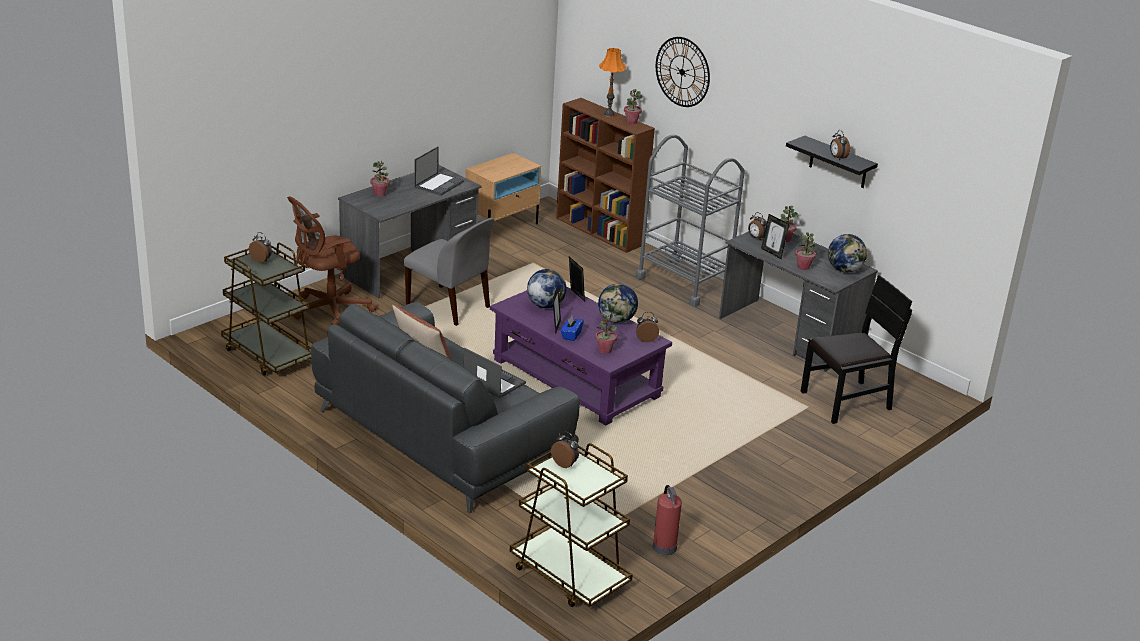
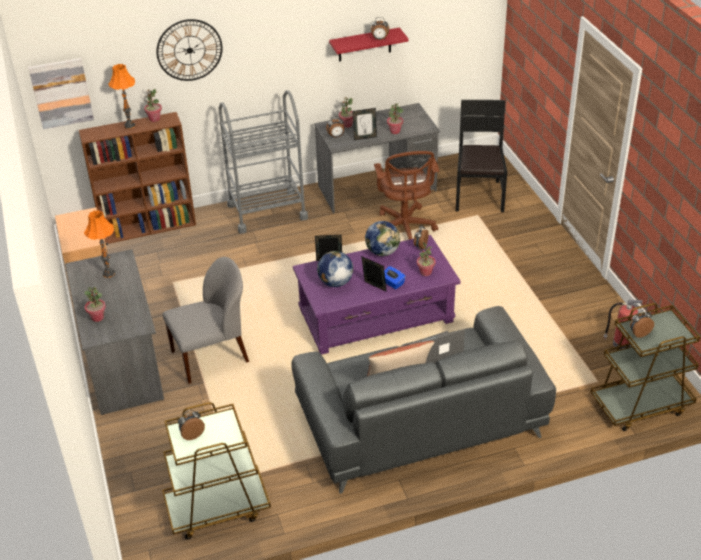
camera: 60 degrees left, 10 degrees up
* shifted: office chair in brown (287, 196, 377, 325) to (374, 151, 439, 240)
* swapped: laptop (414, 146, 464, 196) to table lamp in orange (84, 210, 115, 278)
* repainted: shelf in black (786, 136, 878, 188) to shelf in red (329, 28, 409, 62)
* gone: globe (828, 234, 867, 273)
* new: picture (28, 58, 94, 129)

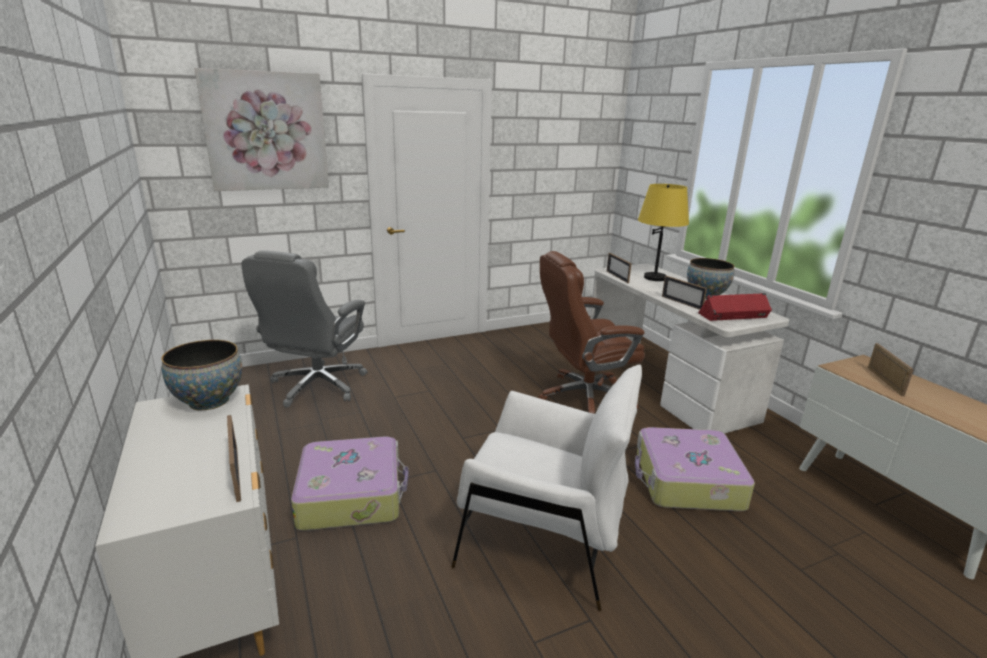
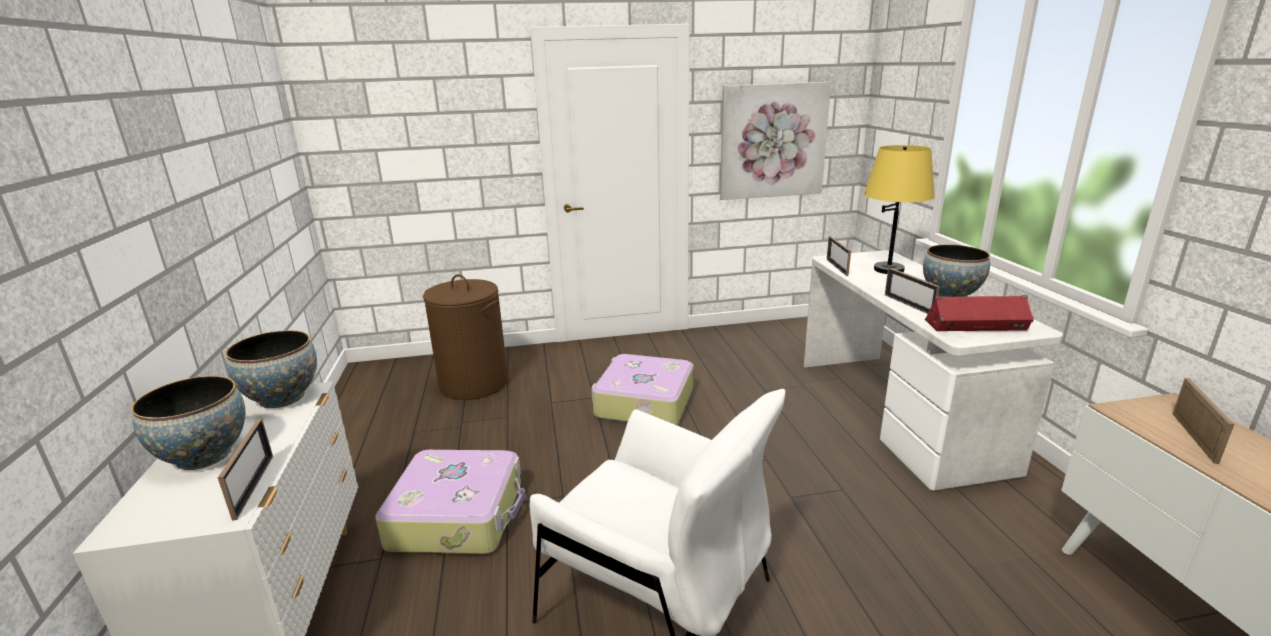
camera: 15 degrees right, 0 degrees up
* shifted: picture (194, 68, 329, 191) to (720, 82, 831, 200)
* swapped: office chair in grey (241, 250, 368, 408) to laundry basket in brown (423, 274, 508, 400)
* gone: office chair in brown (538, 251, 645, 414)
* shifted: suitcase (635, 427, 755, 511) to (591, 354, 693, 425)
* new: bowl (131, 376, 245, 470)

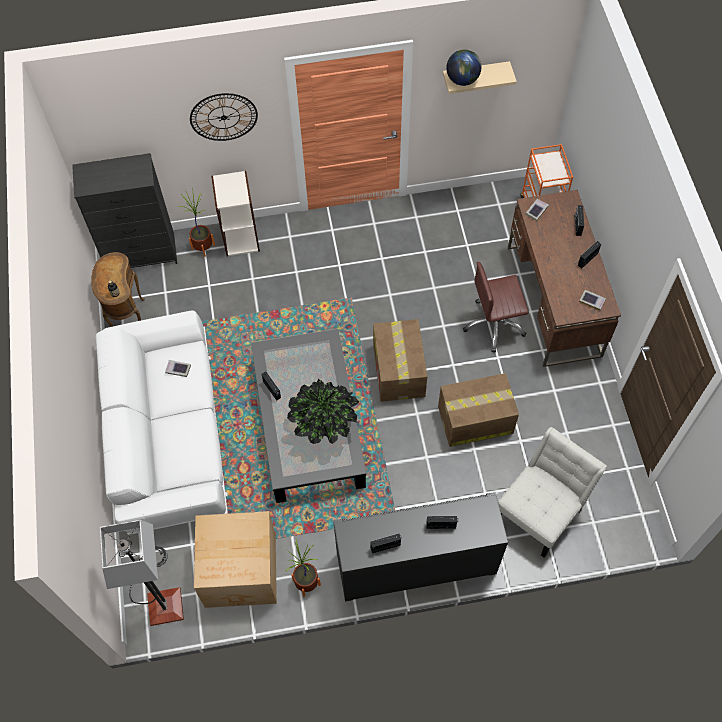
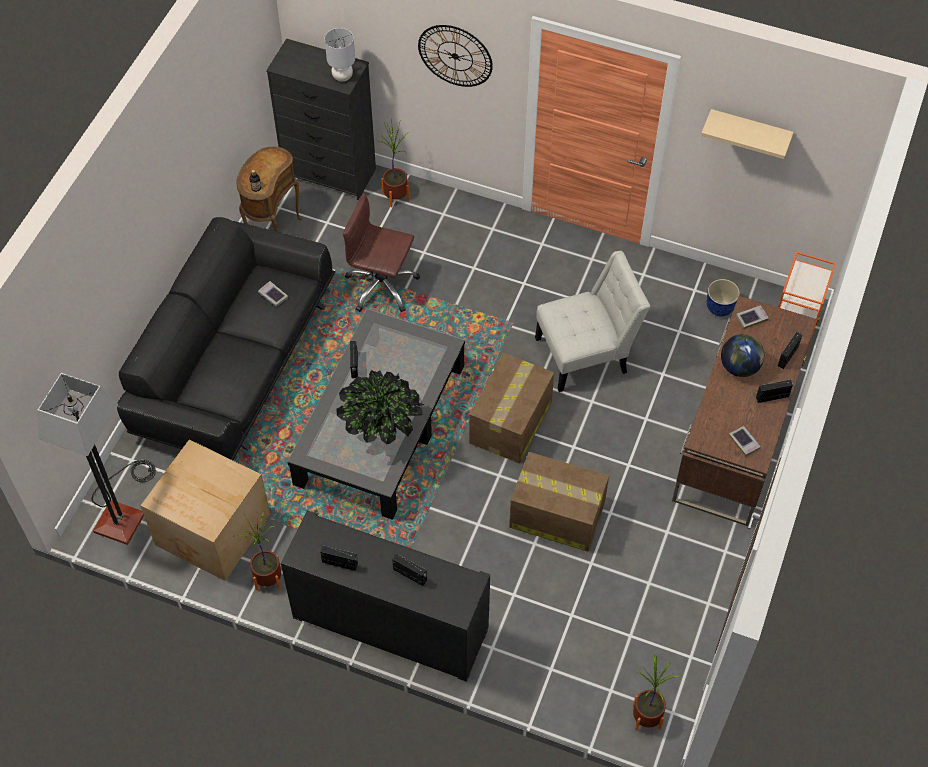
camera: 30 degrees right, 5 degrees down
* repainted: sofa in white (96, 310, 228, 535) to sofa in black (117, 217, 335, 460)
* gone: bookcase (211, 171, 260, 257)
* shifted: globe (446, 49, 481, 86) to (721, 334, 764, 377)
* shifted: office chair in brown (463, 262, 529, 353) to (343, 193, 420, 312)
* shifted: chair in white (498, 427, 607, 558) to (535, 251, 650, 392)
* new: table lamp in grey (325, 28, 355, 81)
* new: potted plant (633, 654, 680, 731)
* new: planter (707, 279, 740, 316)

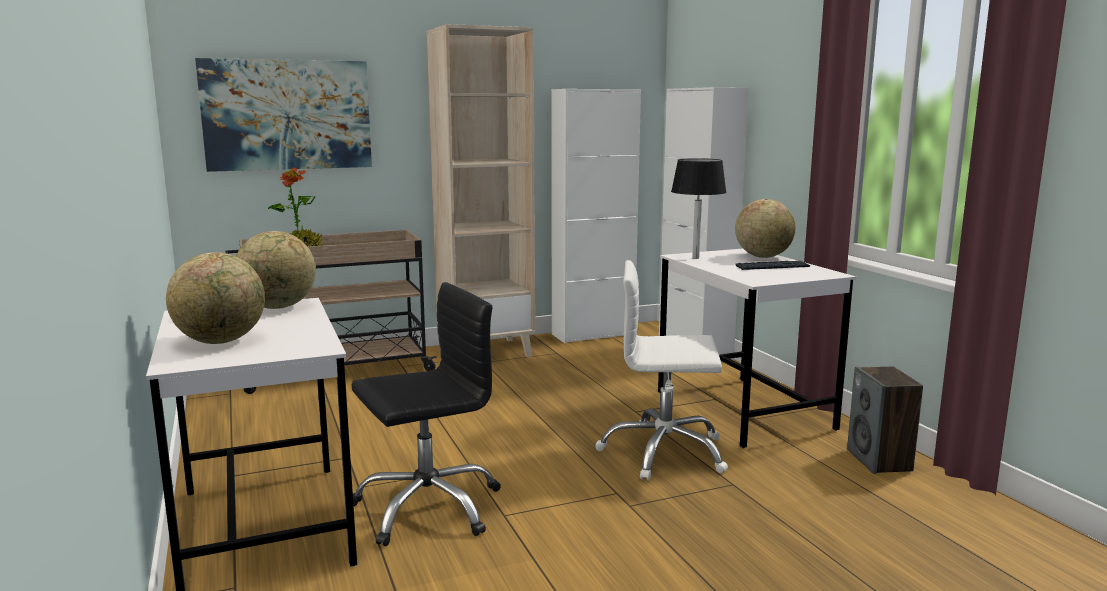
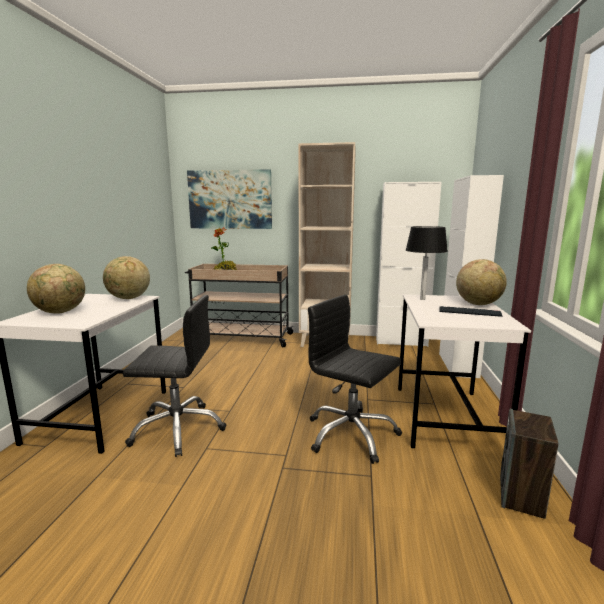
camera: 30 degrees right, 0 degrees up
* repainted: office chair in white (595, 260, 728, 481) to office chair in black (308, 295, 402, 464)

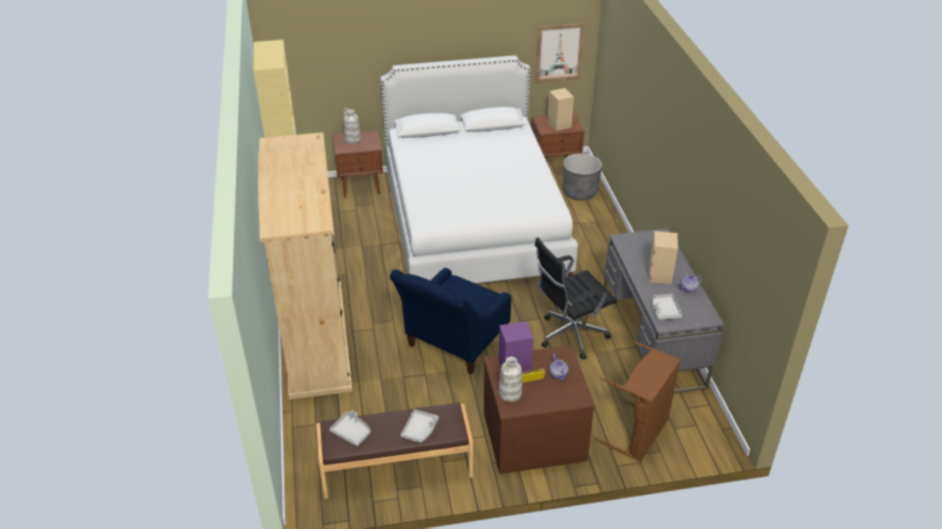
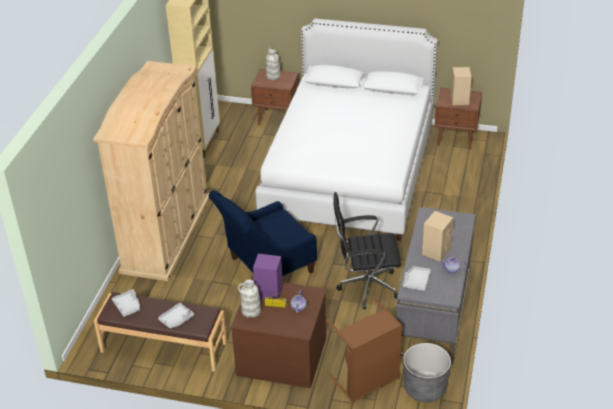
camera: 25 degrees right, 0 degrees up
* gone: picture (535, 23, 585, 83)
* shifted: planter in grey (563, 153, 602, 200) to (403, 343, 451, 402)

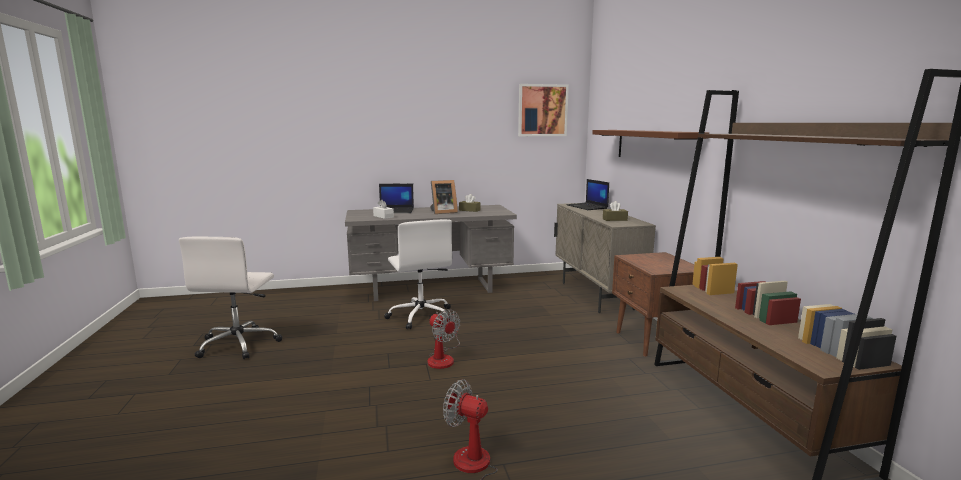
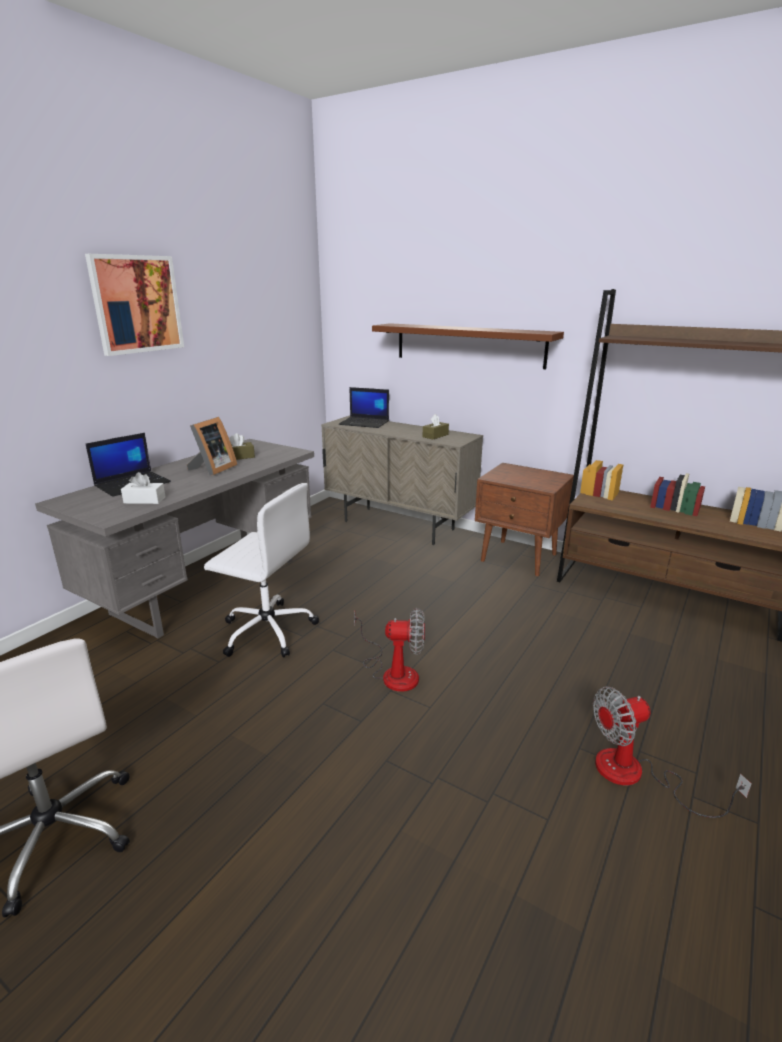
camera: 45 degrees left, 10 degrees up
* shifted: picture (518, 84, 569, 136) to (85, 254, 184, 356)

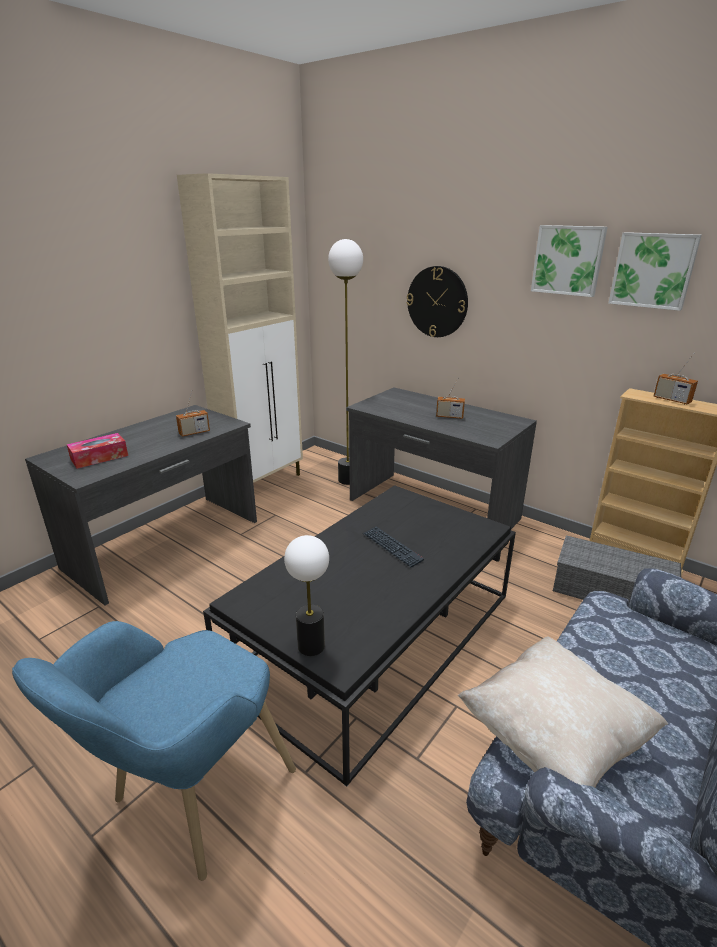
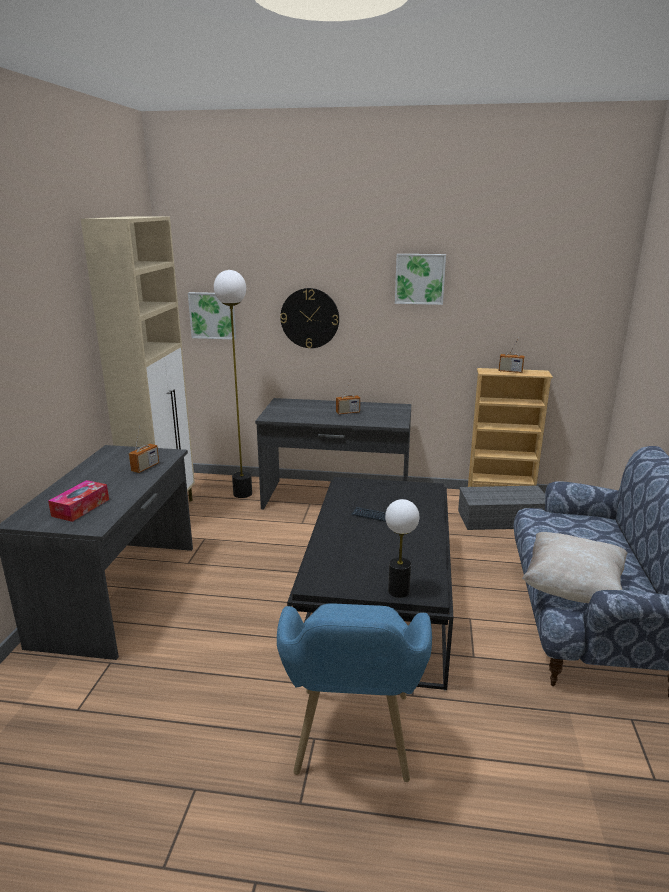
camera: 30 degrees left, 5 degrees down
* shifted: picture (608, 232, 702, 311) to (188, 292, 236, 340)

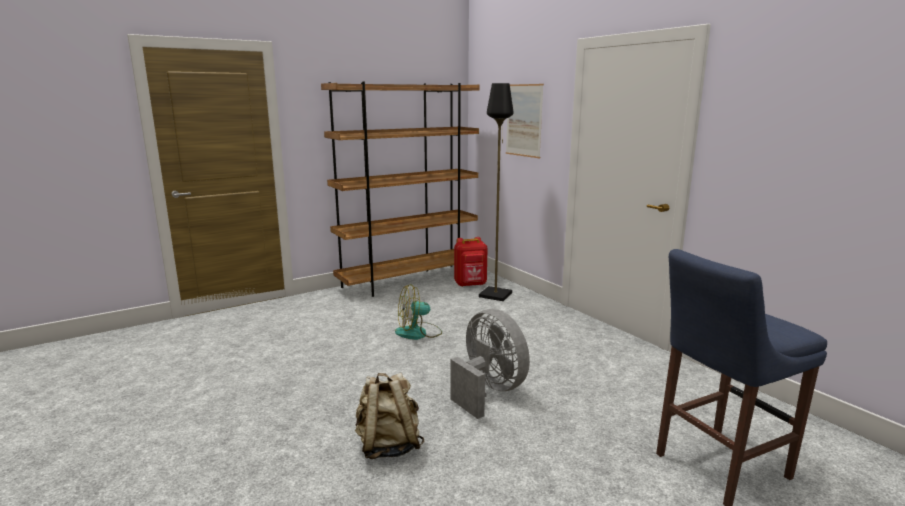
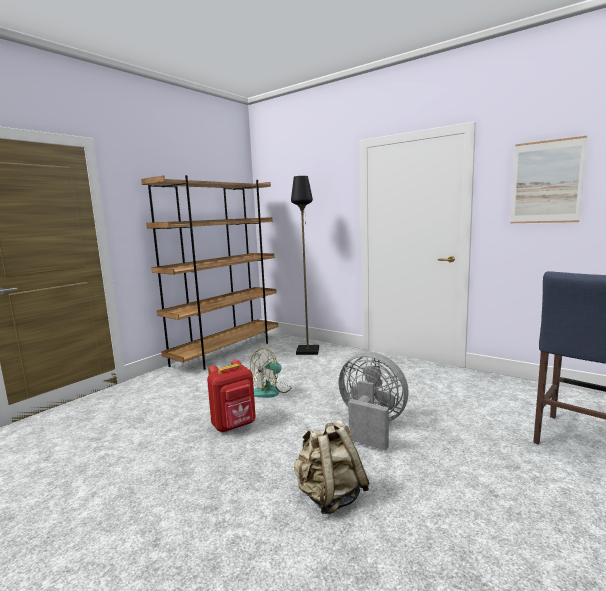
camera: 20 degrees left, 5 degrees down
* shifted: backpack in red (454, 237, 488, 287) to (207, 360, 256, 432)
* shifted: picture (506, 84, 544, 158) to (511, 136, 587, 223)

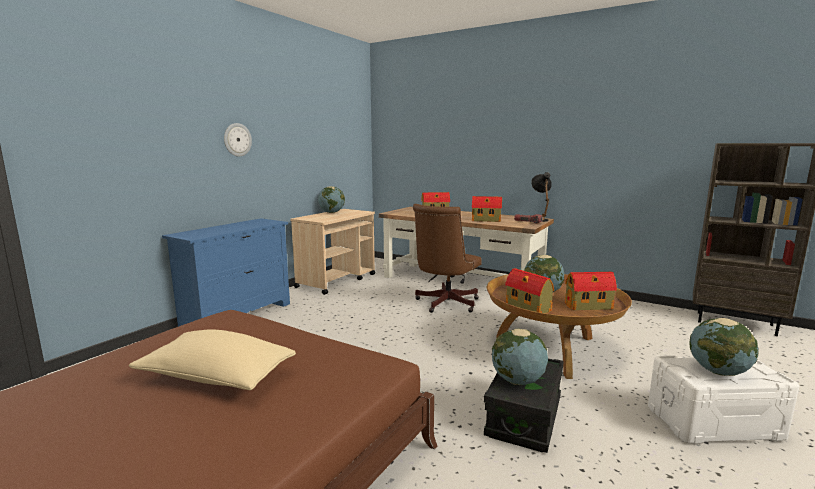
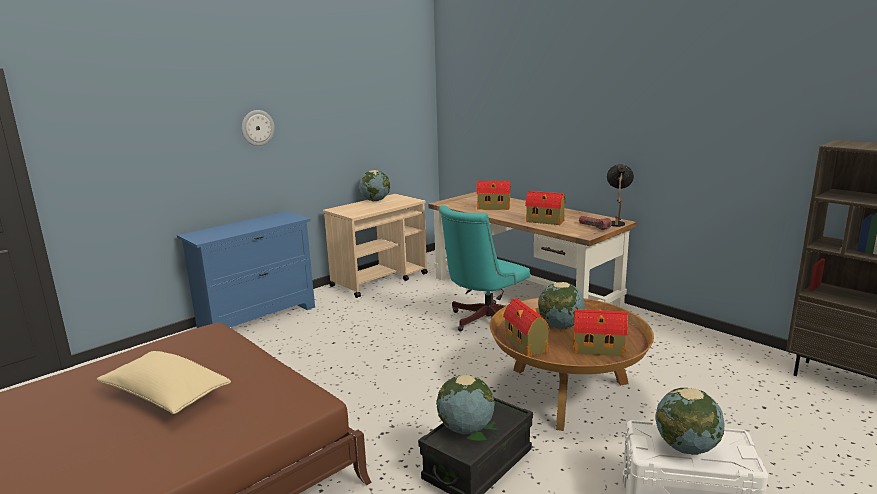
camera: 15 degrees right, 5 degrees up
* repainted: office chair in brown (413, 204, 482, 313) to office chair in turquoise (439, 205, 530, 332)

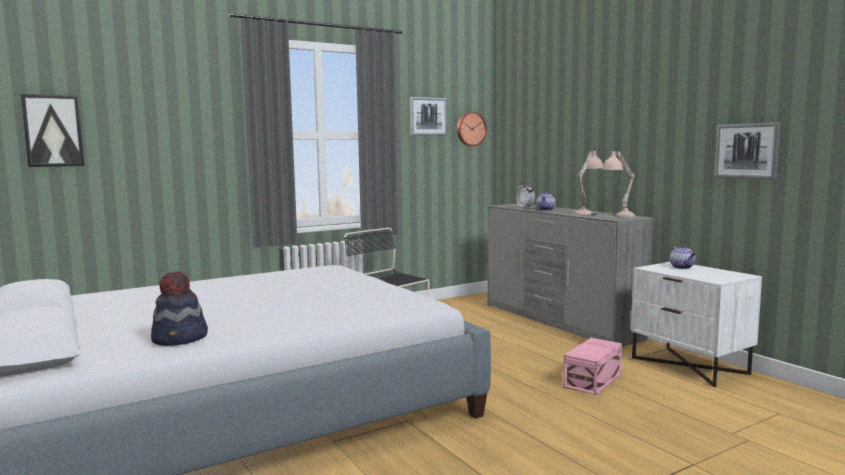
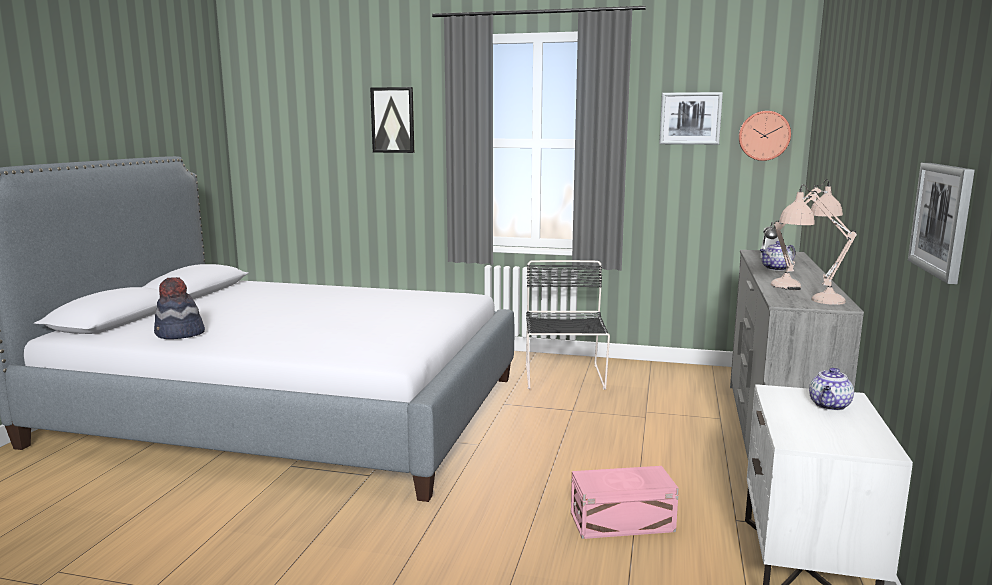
camera: 45 degrees right, 5 degrees up
* shifted: picture (21, 94, 84, 167) to (370, 87, 414, 153)

